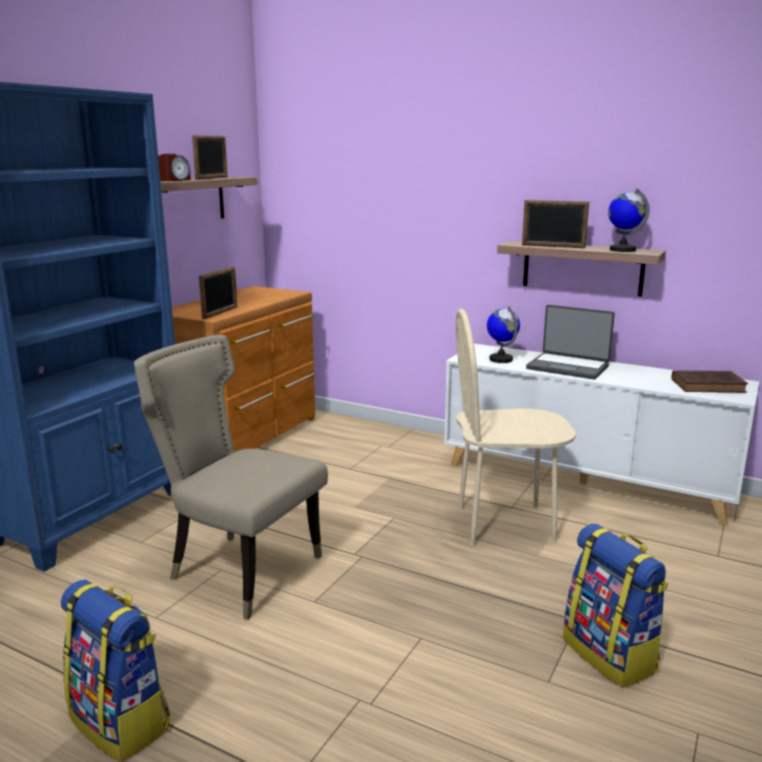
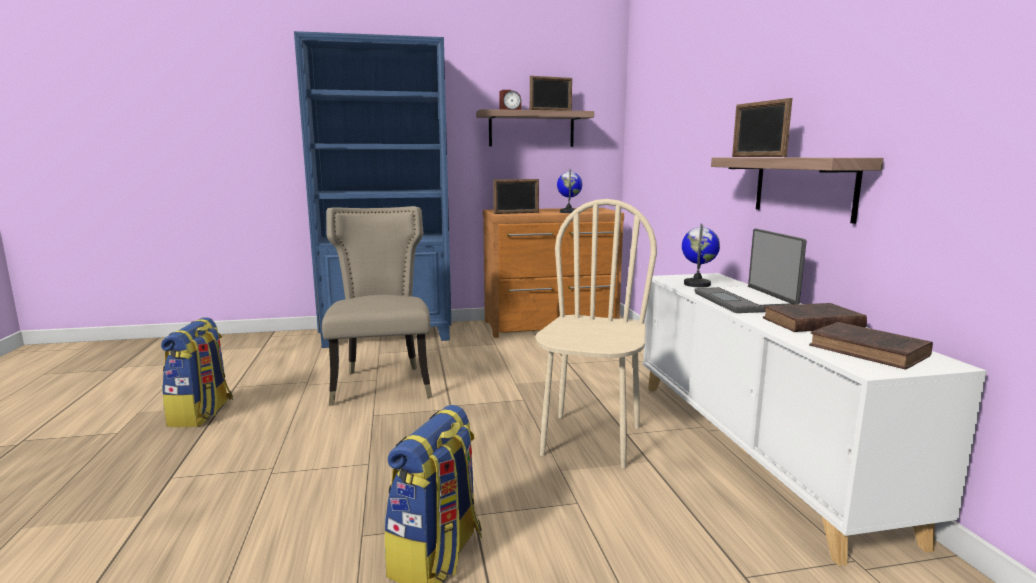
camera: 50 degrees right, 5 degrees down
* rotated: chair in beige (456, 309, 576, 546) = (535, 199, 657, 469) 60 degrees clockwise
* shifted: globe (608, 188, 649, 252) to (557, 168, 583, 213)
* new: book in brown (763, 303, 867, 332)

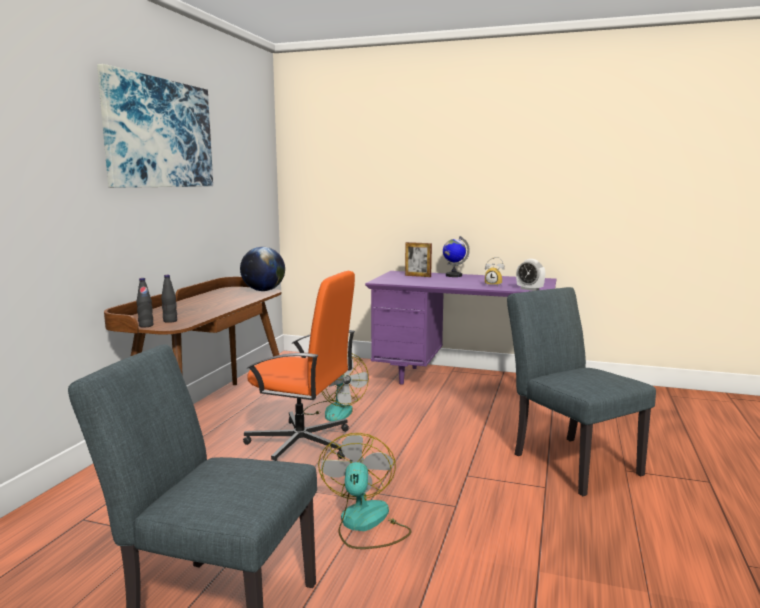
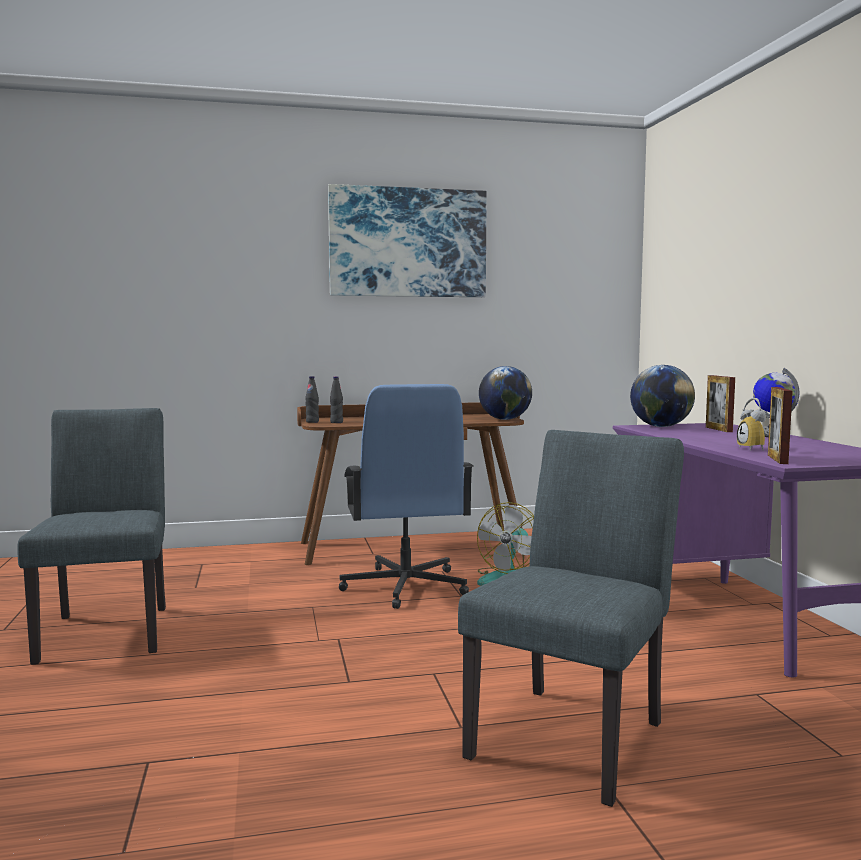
camera: 60 degrees right, 5 degrees down
* repainted: office chair in orange (243, 271, 355, 461) to office chair in blue (339, 384, 473, 609)
* gone: fan (318, 433, 411, 549)
* swapped: alarm clock (516, 259, 545, 291) to picture frame (768, 387, 793, 464)
* new: globe (630, 365, 695, 427)

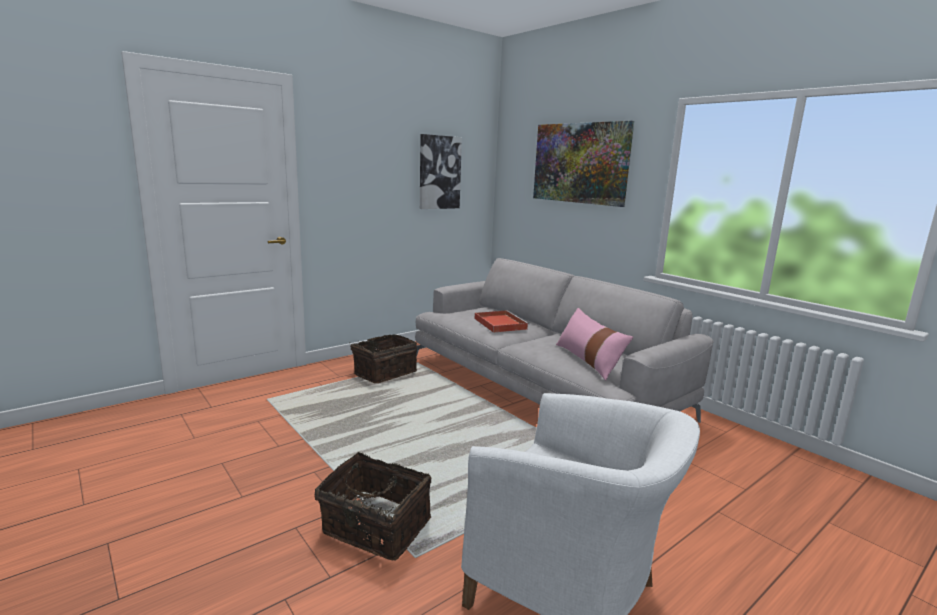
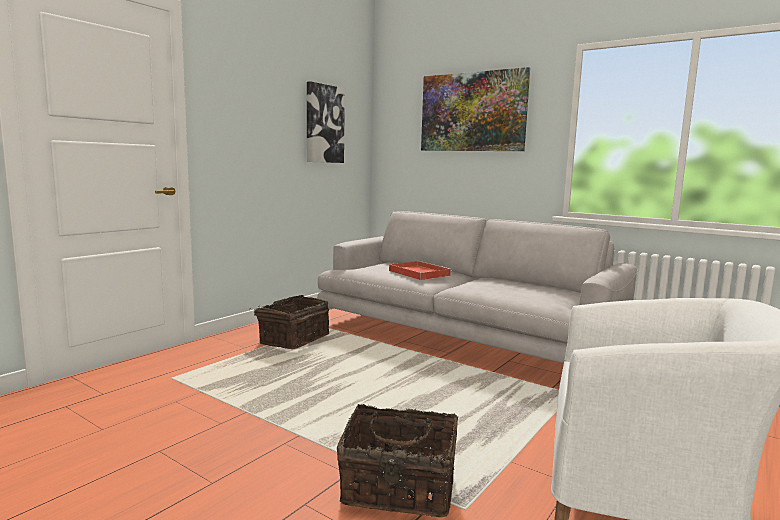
camera: 15 degrees left, 5 degrees down
* gone: pillow in pink (556, 308, 633, 380)

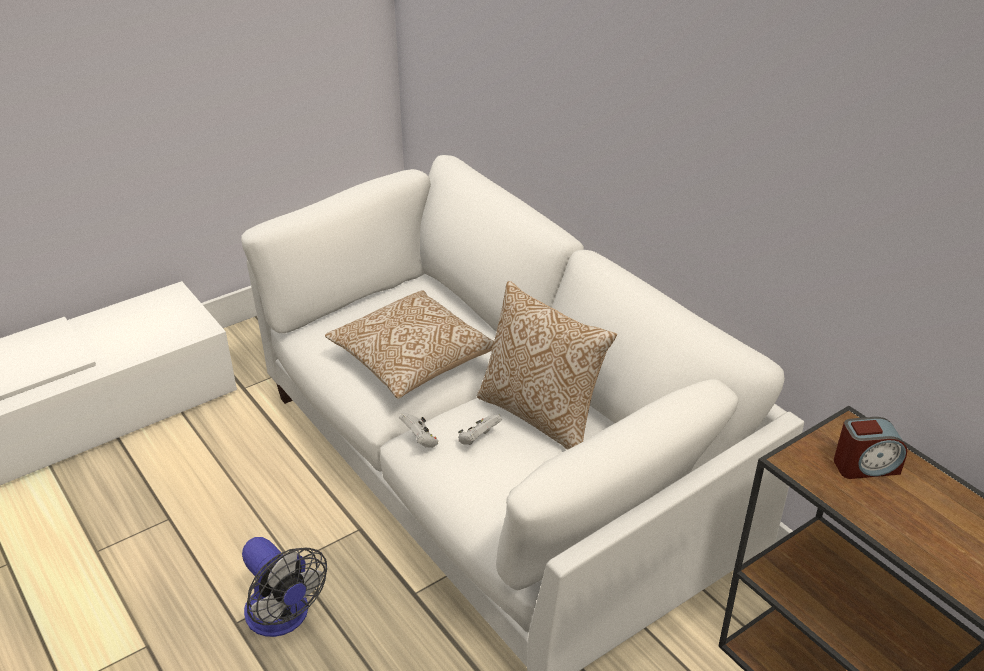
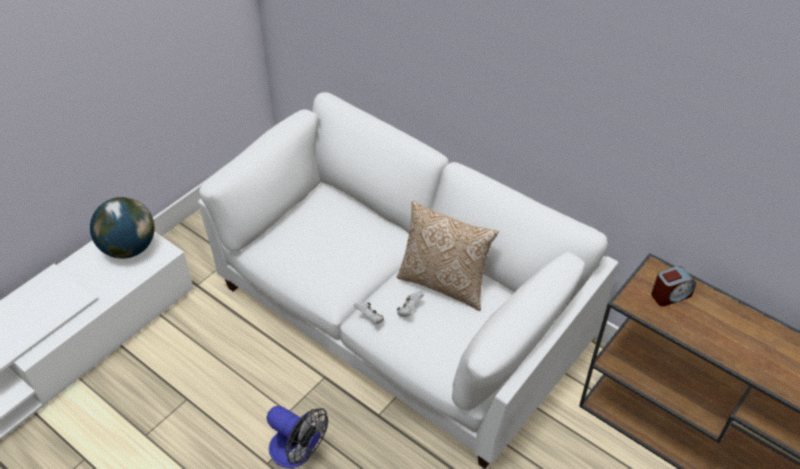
camera: 15 degrees left, 10 degrees up
* gone: pillow (325, 290, 494, 399)
* new: globe (90, 197, 155, 259)

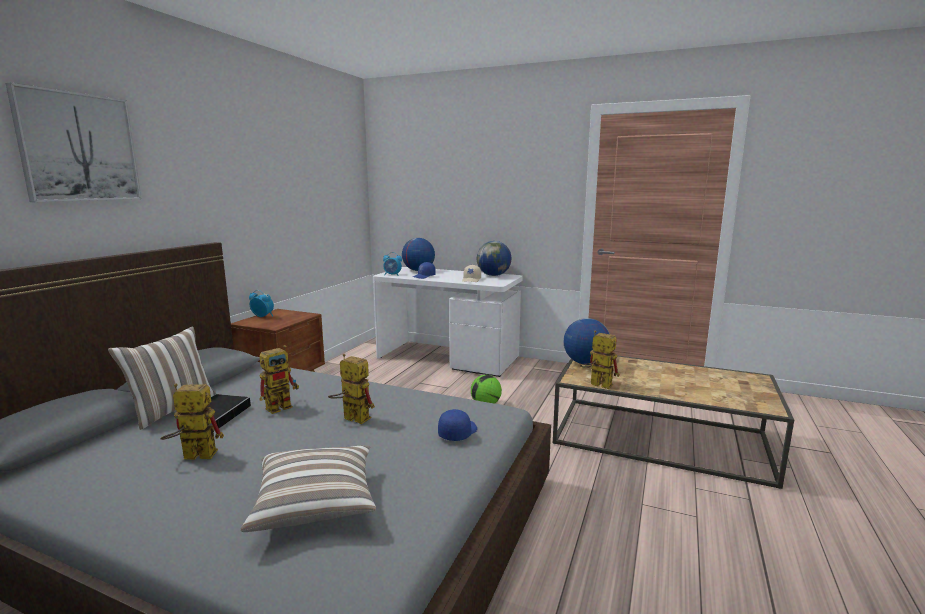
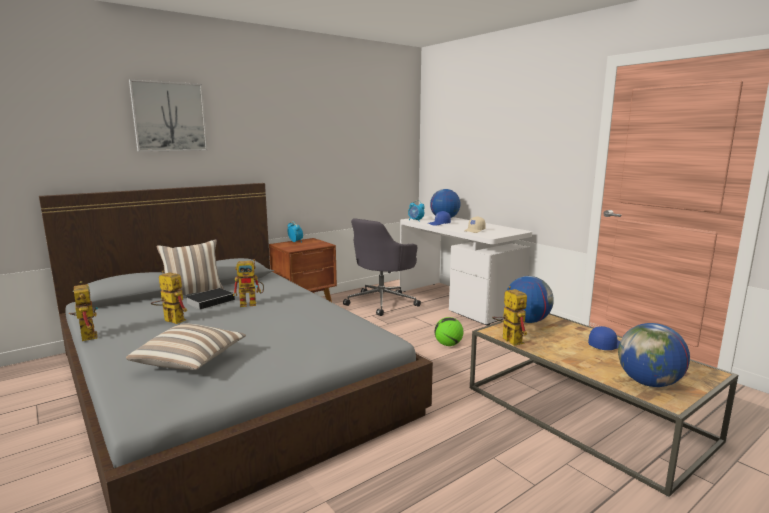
camera: 30 degrees right, 0 degrees up
* shifted: toy robot (328, 354, 375, 424) to (69, 281, 98, 341)
* shifted: cap in blue (438, 409, 477, 441) to (588, 326, 620, 350)
* shifted: globe (477, 241, 511, 276) to (618, 323, 690, 387)
* new: office chair in grey (343, 218, 421, 316)

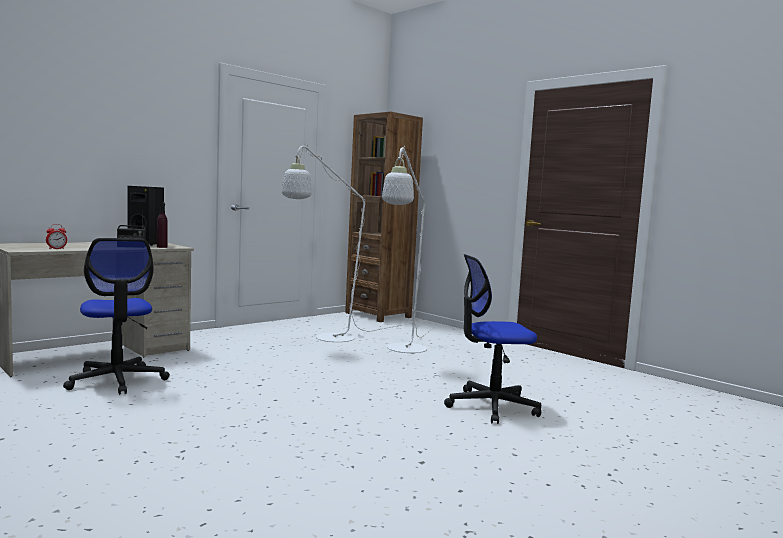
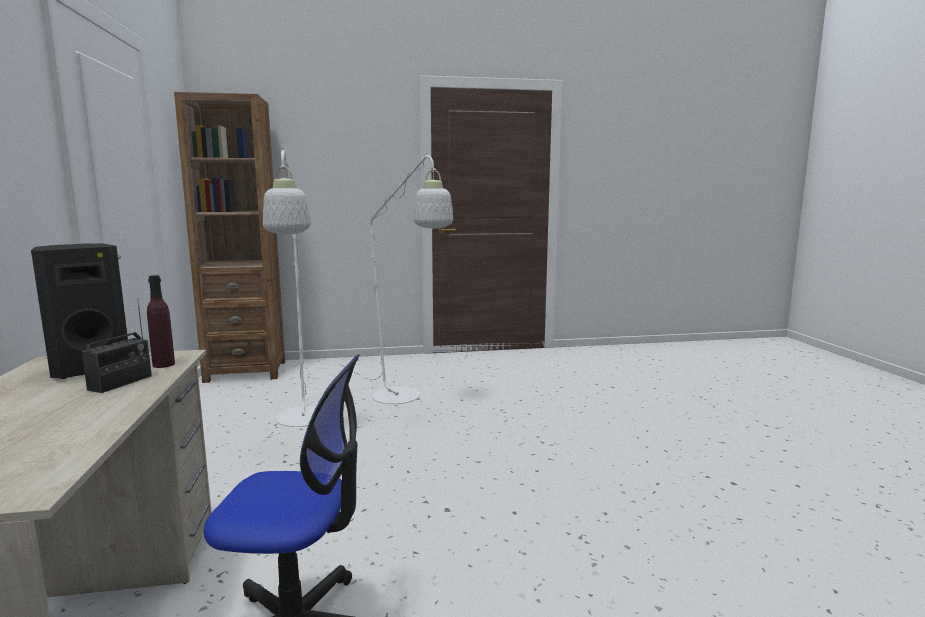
camera: 55 degrees left, 5 degrees up
* gone: alarm clock (46, 224, 67, 249)
* gone: office chair (444, 254, 541, 424)

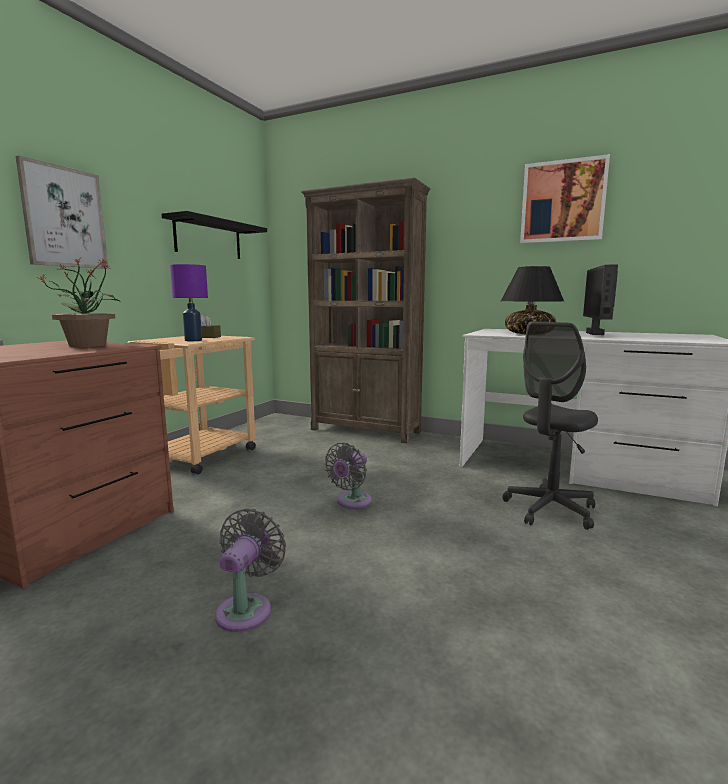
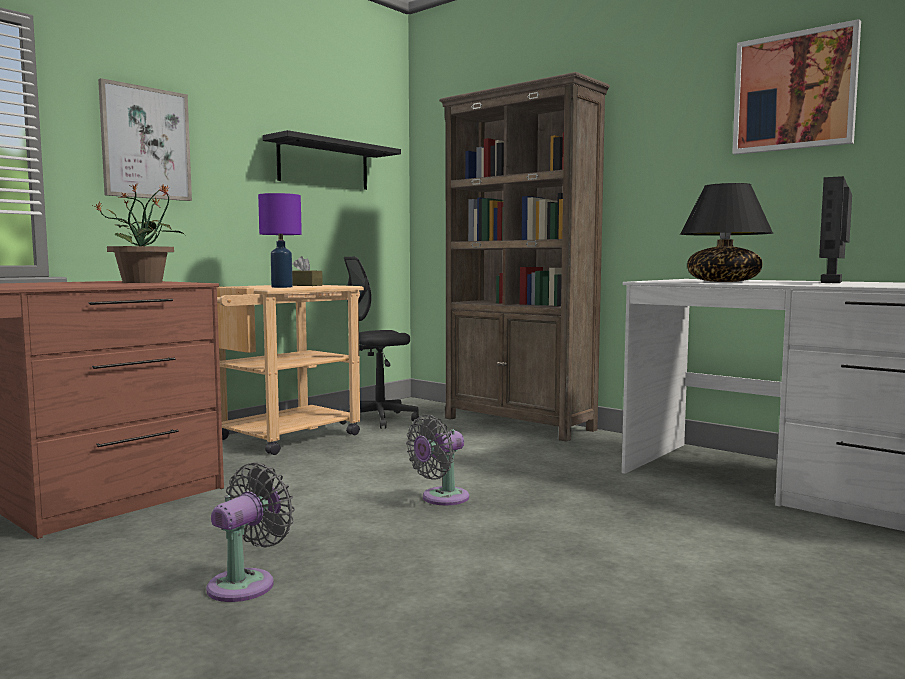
camera: 15 degrees right, 5 degrees down
* shifted: office chair in grey (502, 321, 598, 530) to (340, 257, 419, 429)

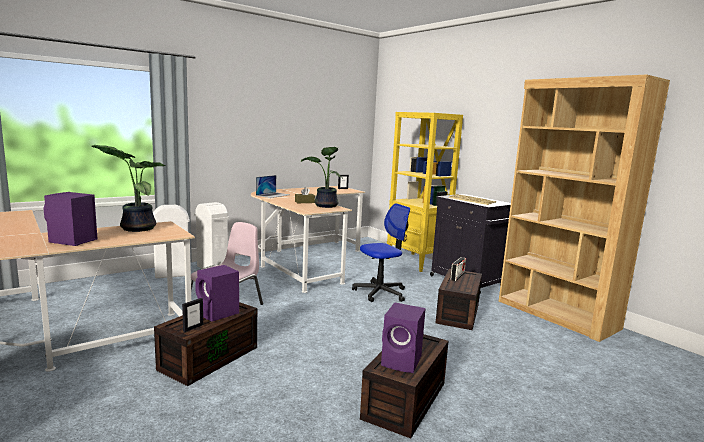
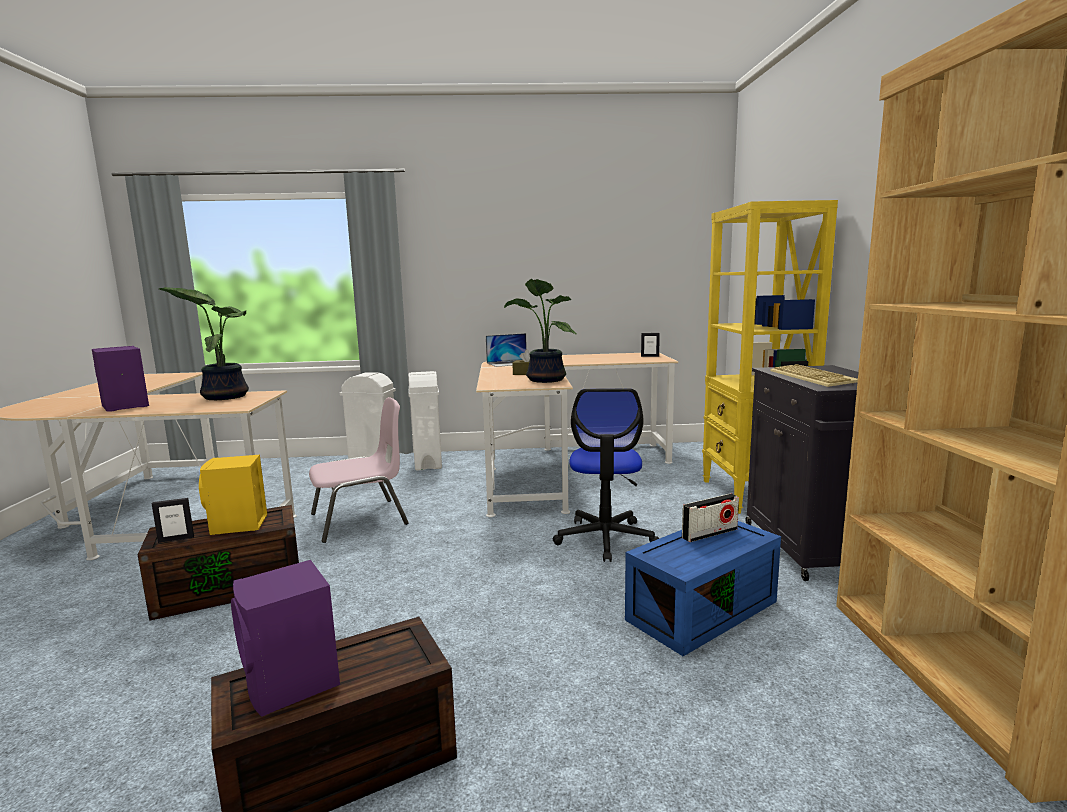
camera: 35 degrees right, 0 degrees up
* repainted: speaker in purple (195, 265, 239, 322) to speaker in yellow (199, 455, 267, 535)
* rotated: office chair (352, 203, 410, 302) = (553, 388, 659, 562) 90 degrees clockwise
* repainted: storage box in brown (436, 269, 482, 330) to storage box in blue (625, 521, 781, 656)

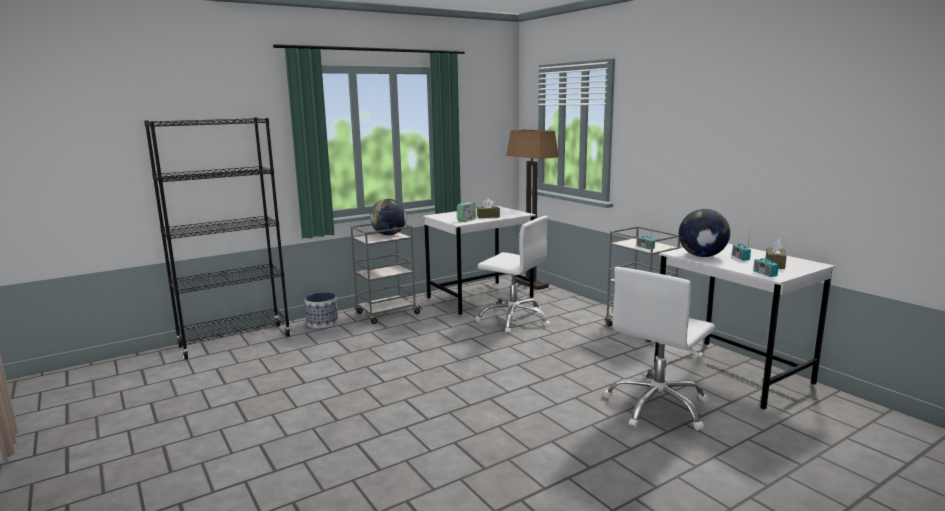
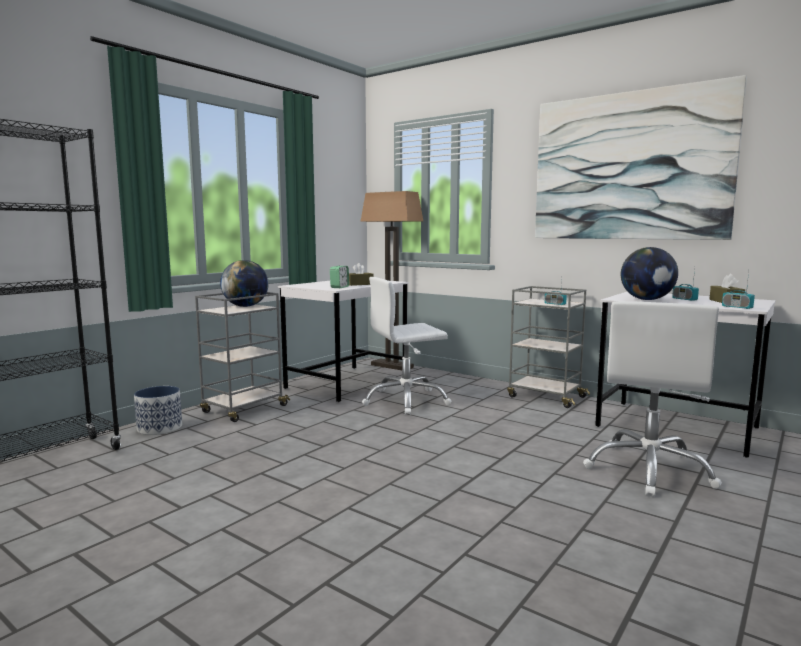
camera: 20 degrees left, 5 degrees down
* rotated: office chair in white (475, 216, 550, 334) = (362, 277, 451, 415) 150 degrees clockwise
* new: picture (535, 75, 747, 240)

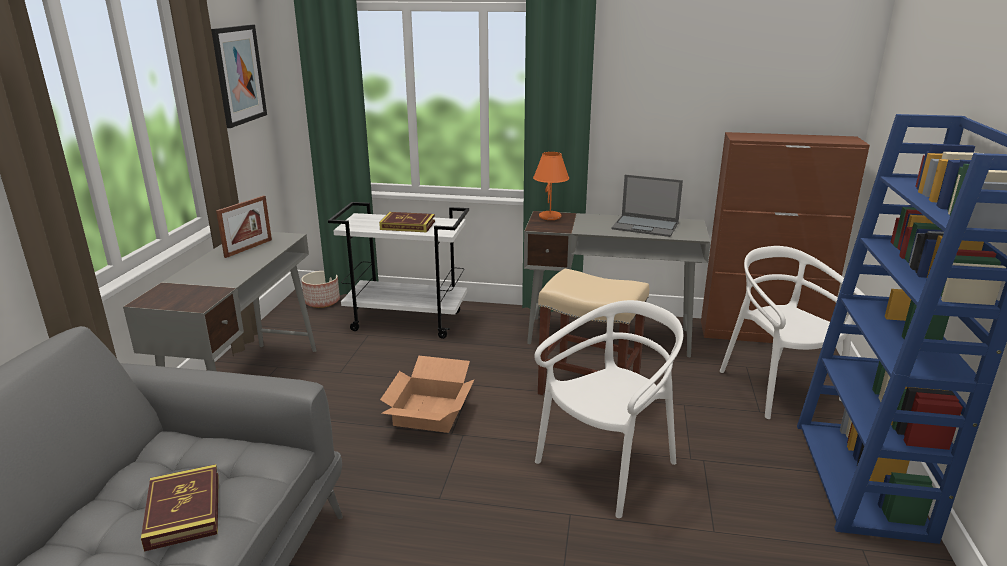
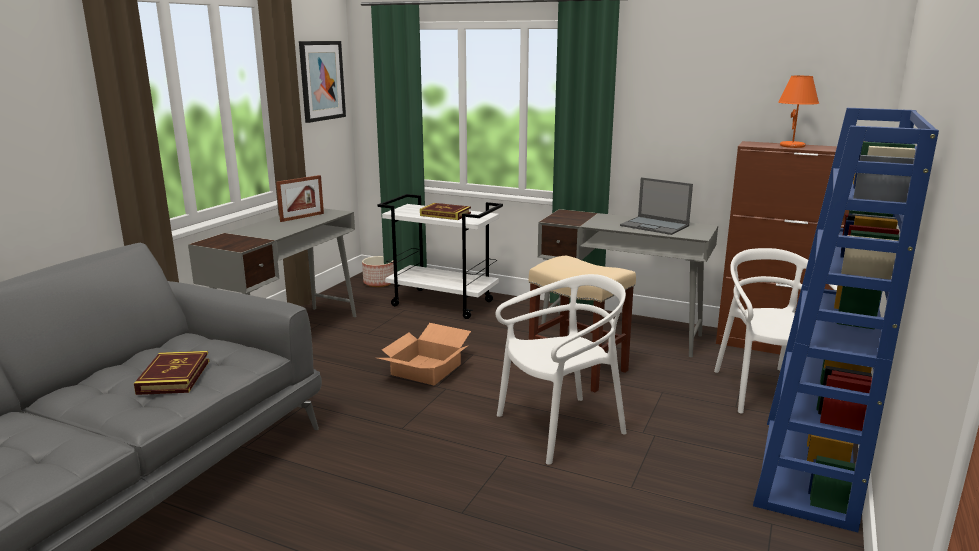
camera: 15 degrees right, 5 degrees down
* shifted: table lamp in orange (533, 152, 569, 220) to (778, 76, 819, 148)

